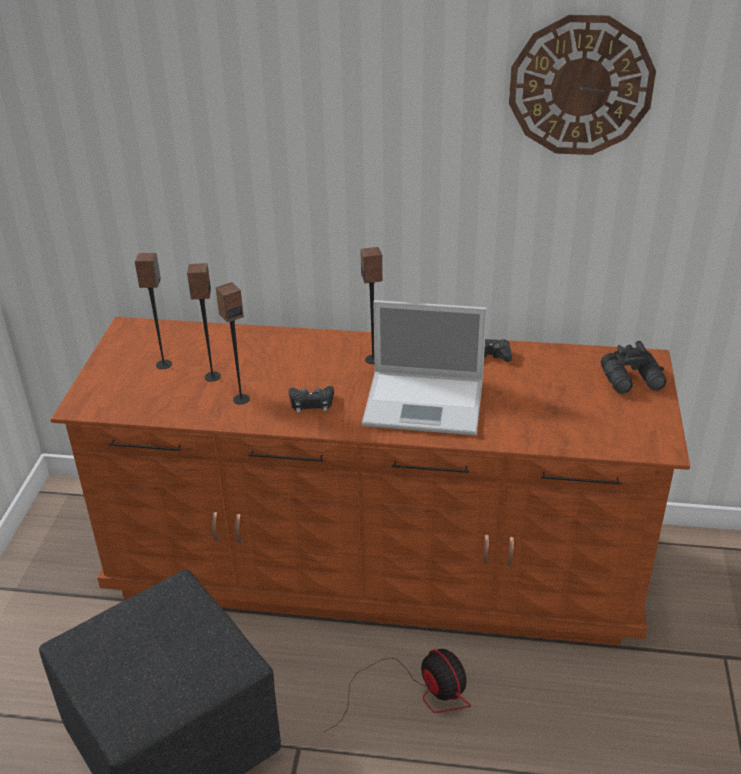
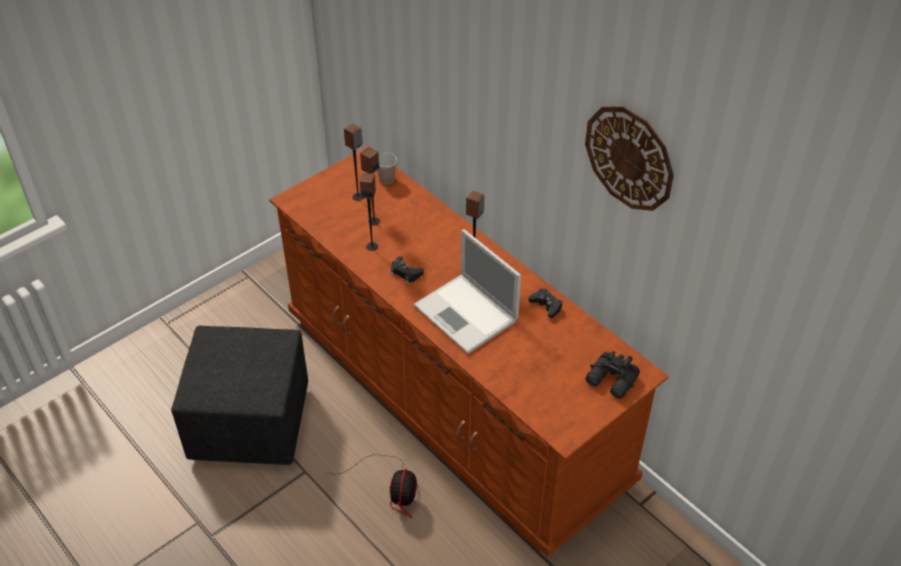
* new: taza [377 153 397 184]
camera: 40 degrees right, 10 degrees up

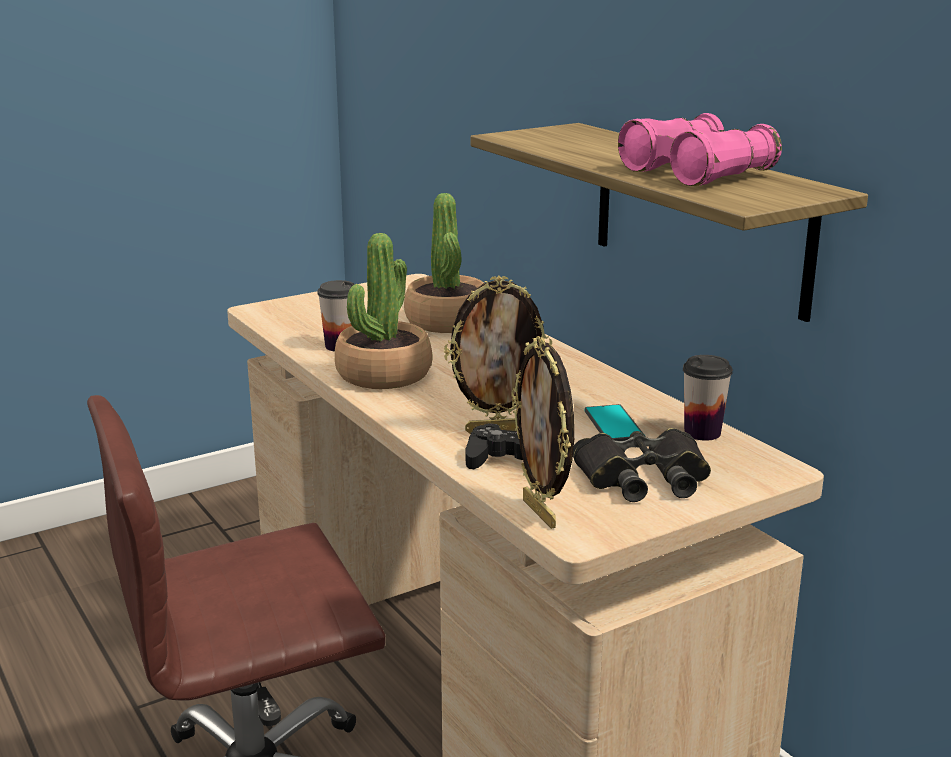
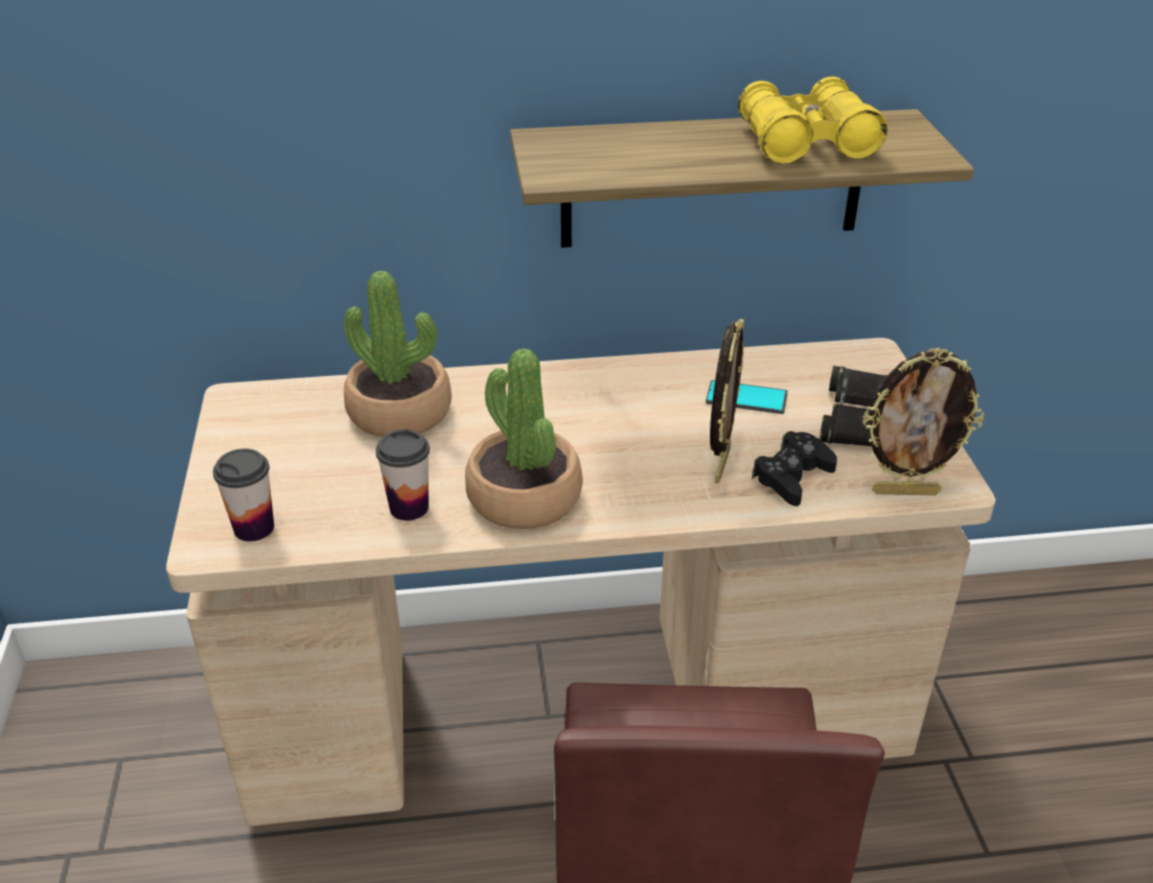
* repainted: prismáticos/rosa [618 113 782 186] to prismáticos/amarillo [738 77 888 164]
* shifted: taza [683 355 733 441] to [213 449 274 541]
camera: 65 degrees left, 15 degrees up

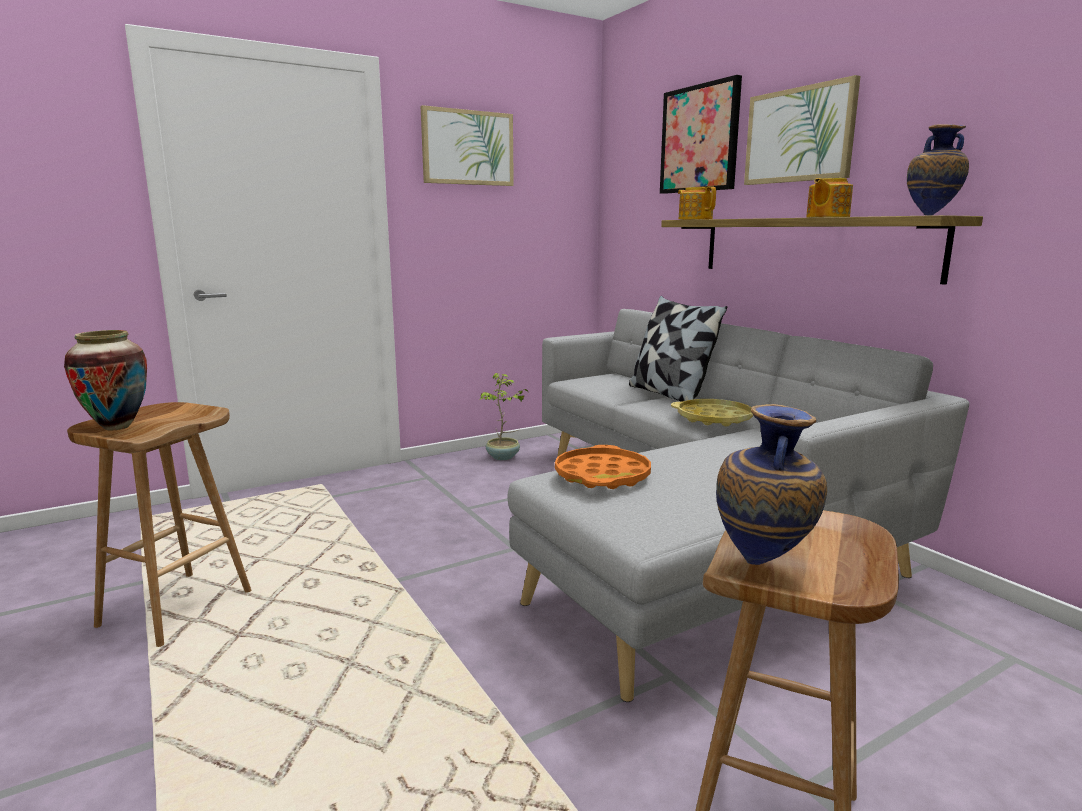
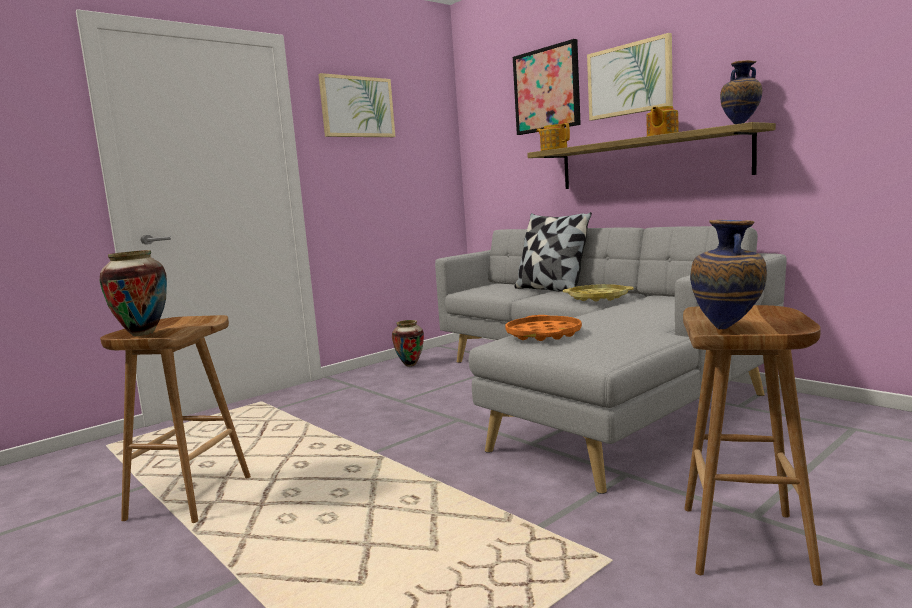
* swapped: planta en maceta [480 373 528 460] to florero [392 320 424 366]
camera: 10 degrees left, 5 degrees down

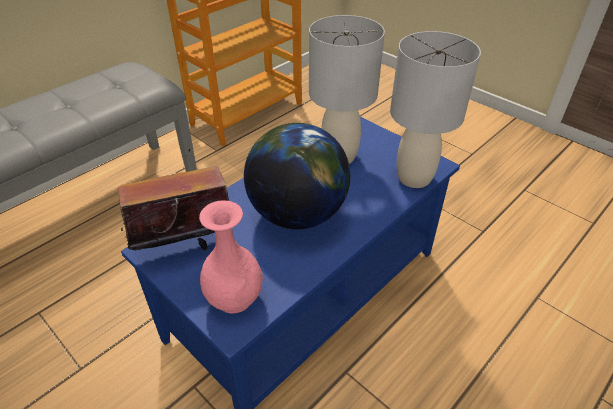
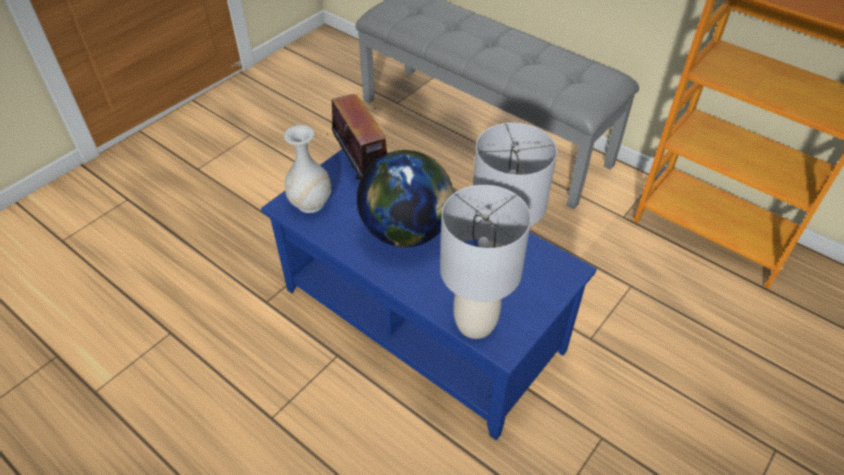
* repainted: florero/rosa [199 200 263 313] to florero/blanco [284 125 331 213]
camera: 85 degrees right, 5 degrees up

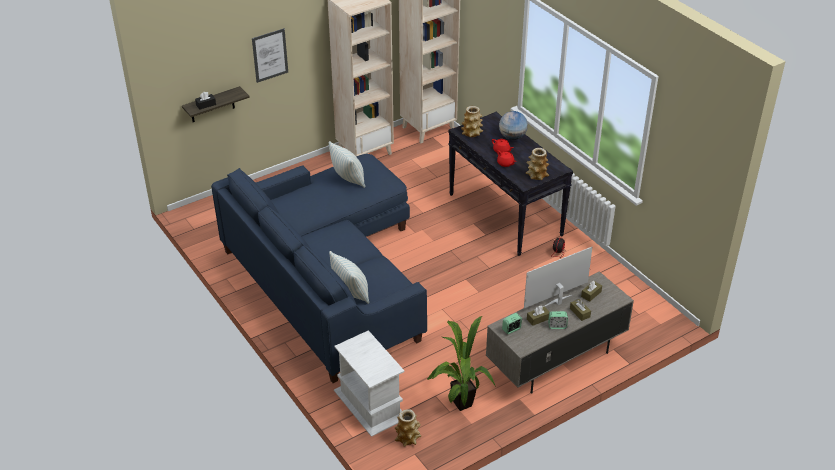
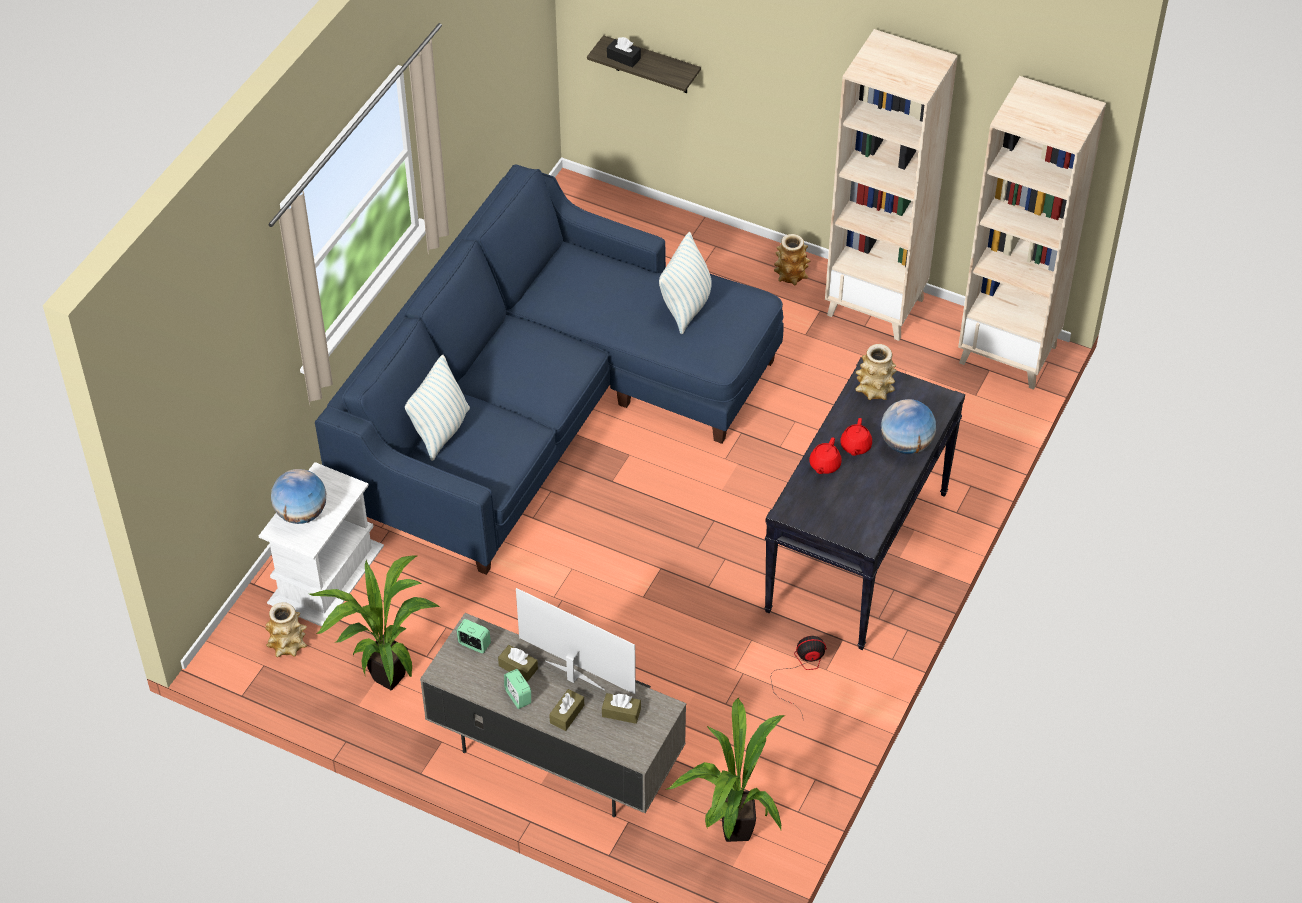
* gone: cuadro [252 28 288 83]
* shifted: florero [526 148 549 180] to [774 234 810 285]
* new: globo terráqueo [271 469 326 524]
* new: planta en maceta [665 698 785 842]
camera: 60 degrees right, 10 degrees up

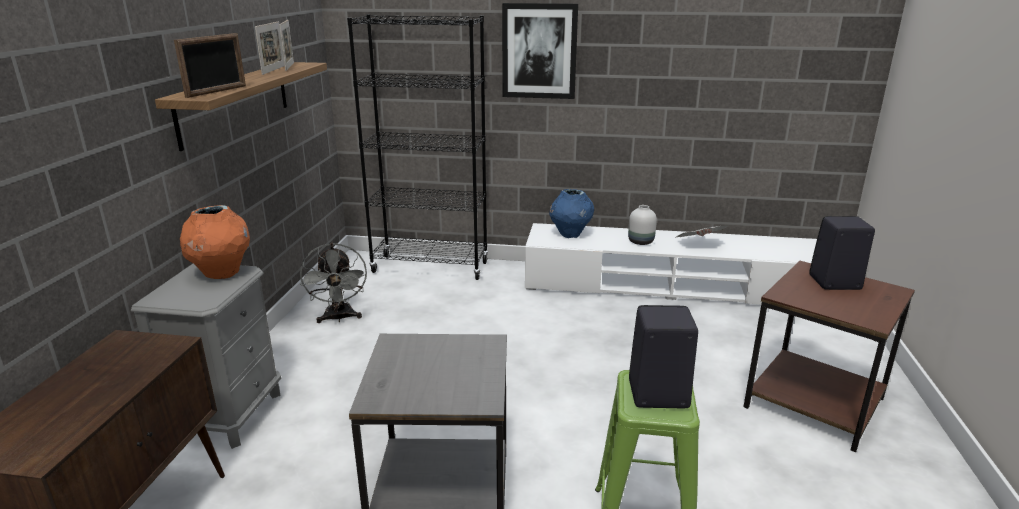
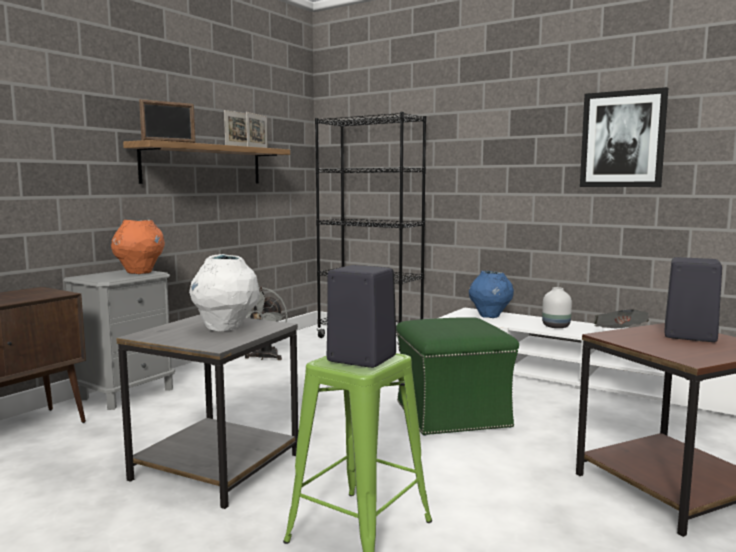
* shifted: cuadro [502 3 578 99] to [580 87 668 187]
* new: florero/blanco [189 254 260 332]
* new: puf/verde [396 317 519 436]
camera: 25 degrees right, 15 degrees down

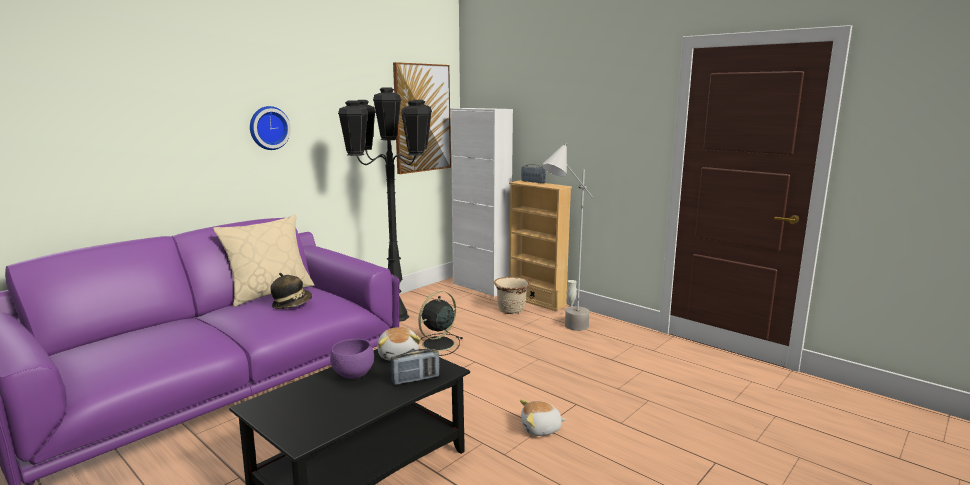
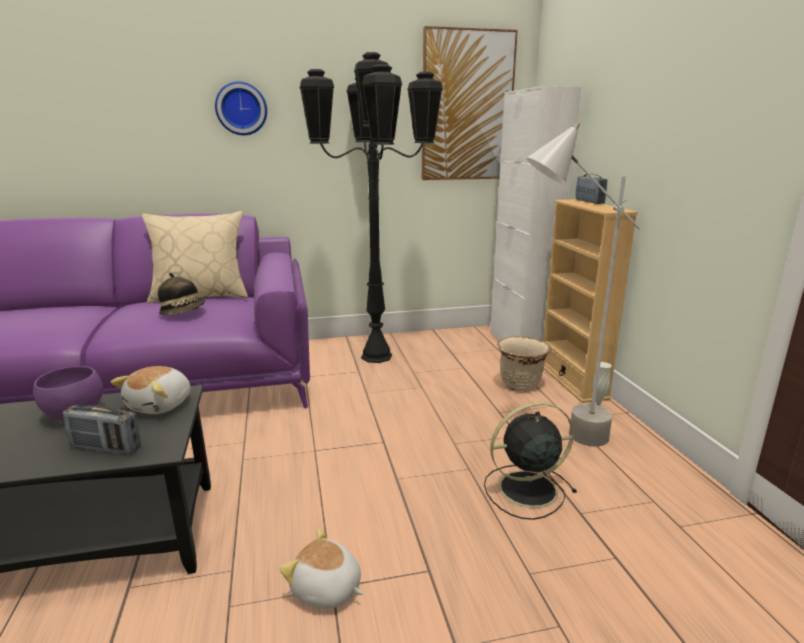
* shifted: ventilador/negro [418 291 463 356] to [484 402 576 520]
camera: 35 degrees right, 5 degrees up

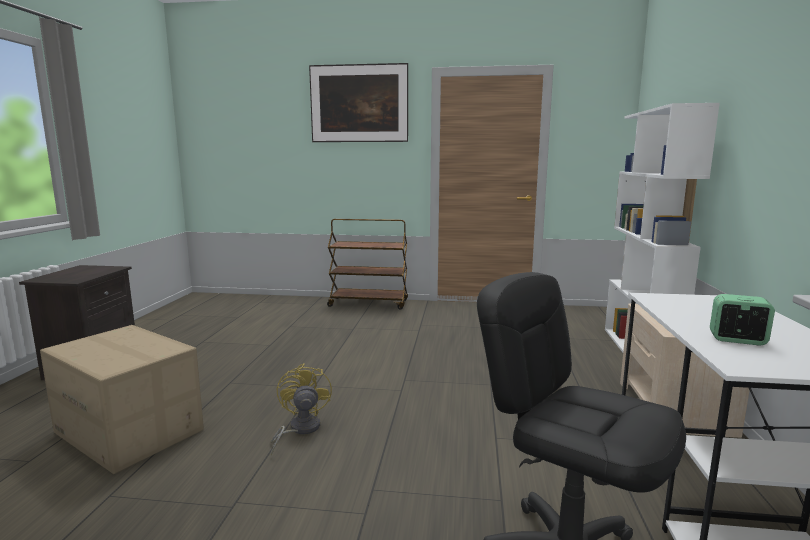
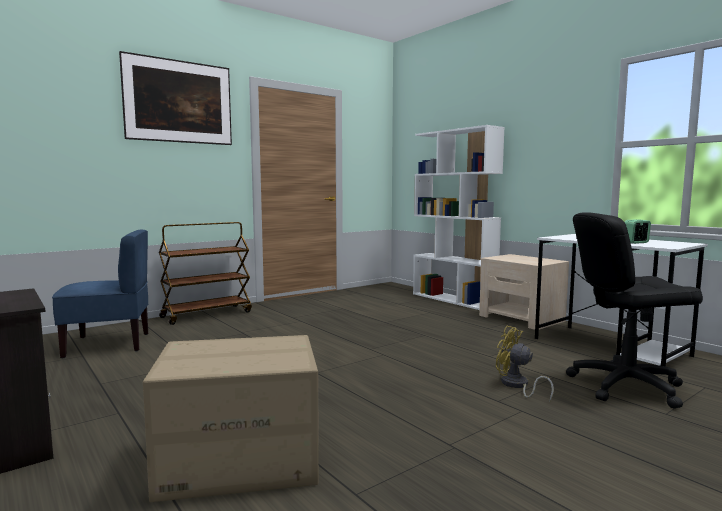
* shifted: ventilador/amarillo [271 363 332 456] to [496 326 554 403]
* new: silla/azul [52 230 148 359]
camera: 45 degrees left, 5 degrees down

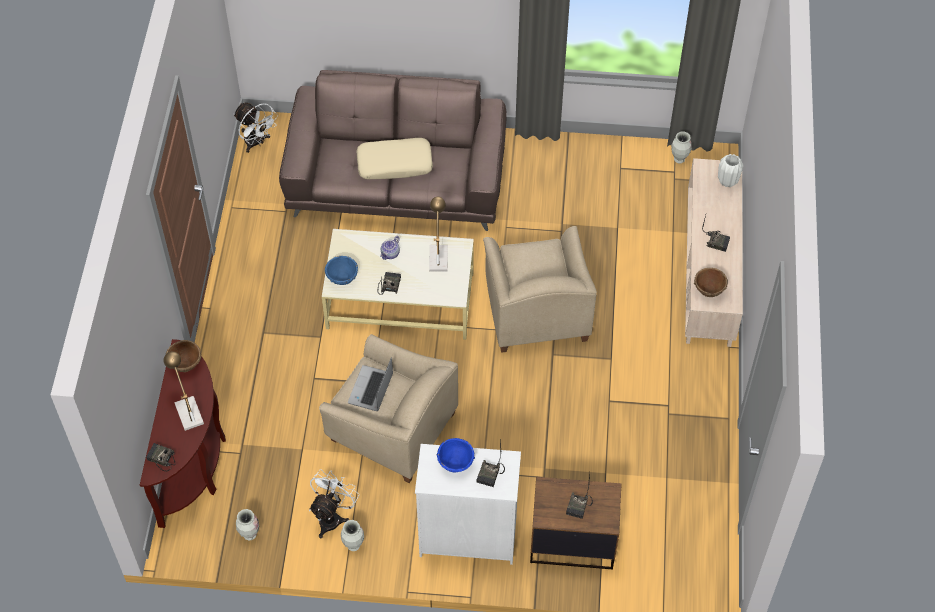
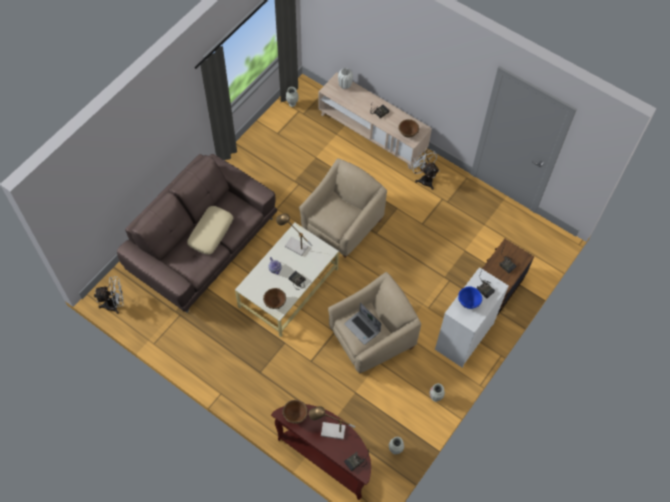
* rotated: sillón/beis [483 226 597 353] = [299 158 387 258] 75 degrees counterclockwise
* repainted: cuenco/azul [325 256 358 285] to cuenco/marrón [263 288 286 309]
* shifted: ventilador/blanco [309 469 359 538] to [410 149 440 190]
camera: 60 degrees left, 5 degrees up

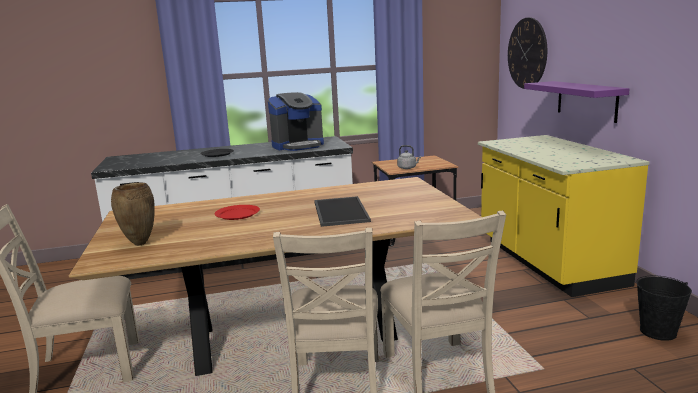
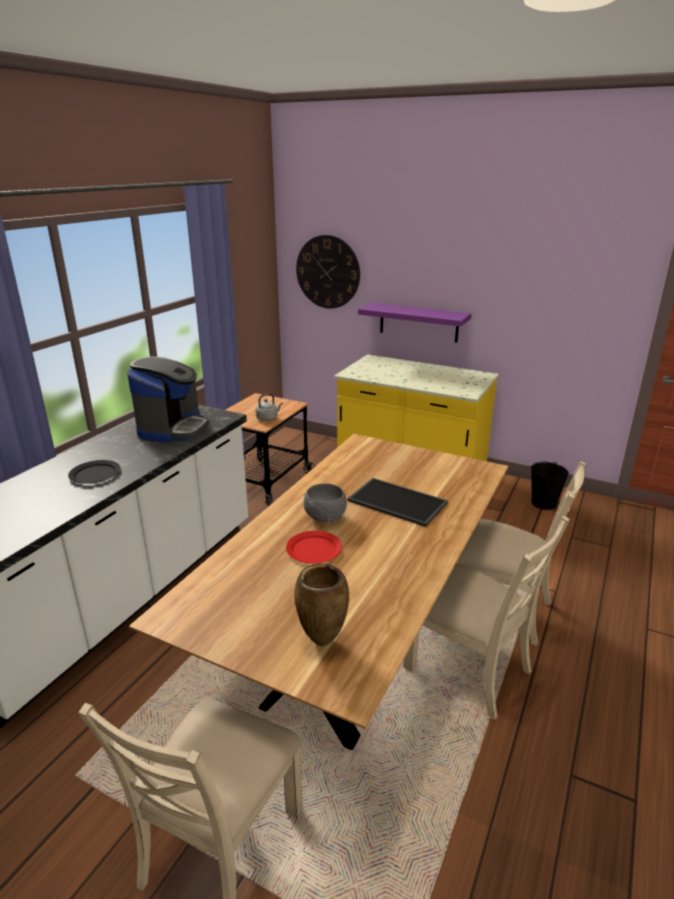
* new: cuenco/gris [304 484 347 522]
camera: 50 degrees left, 10 degrees up

